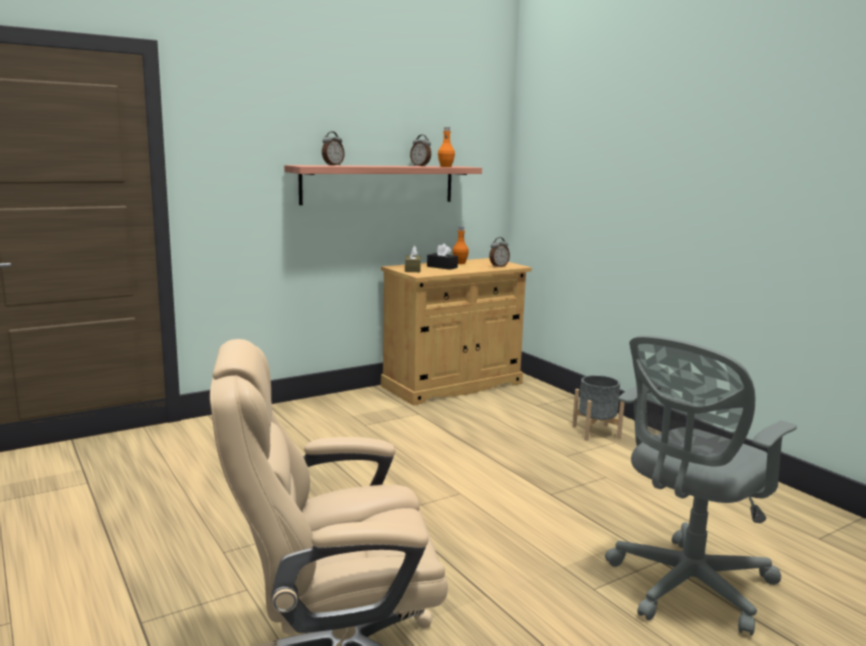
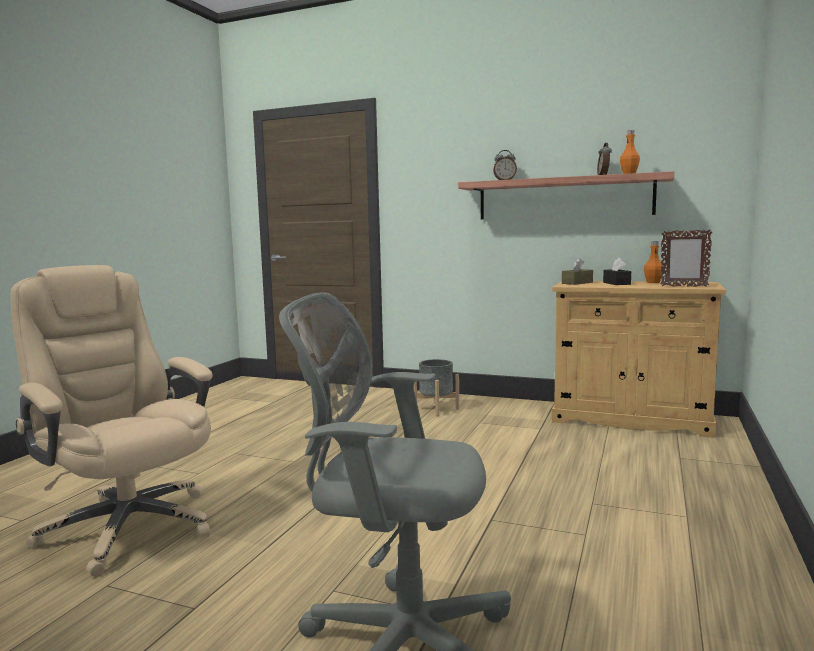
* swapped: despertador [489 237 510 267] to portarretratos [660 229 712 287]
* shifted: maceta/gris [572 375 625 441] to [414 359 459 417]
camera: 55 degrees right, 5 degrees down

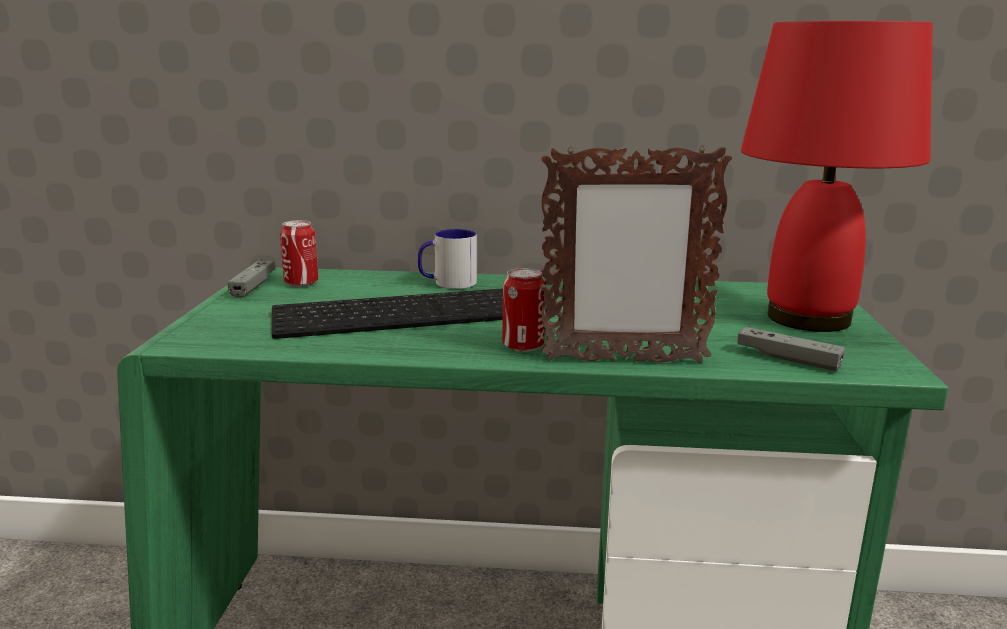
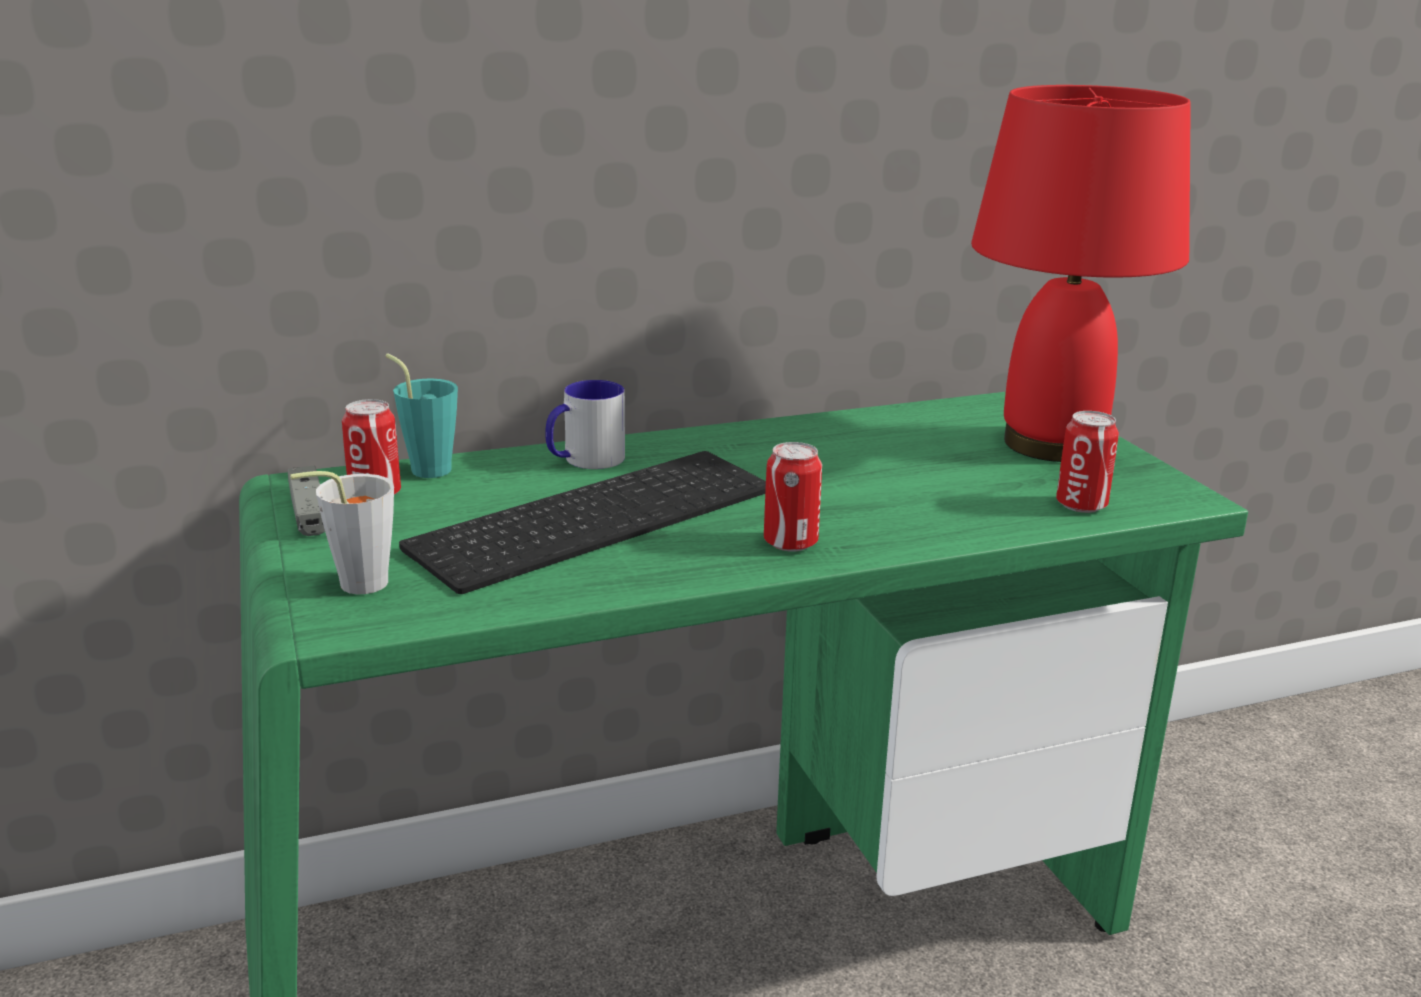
* gone: portarretratos [541 145 732 363]
* swapped: mando de consola/gris [737 327 845 371] to lata [1056 411 1119 513]
* new: taza/turquesa [386 353 458 478]
* new: taza/gris [290 471 394 594]
camera: 25 degrees left, 5 degrees up

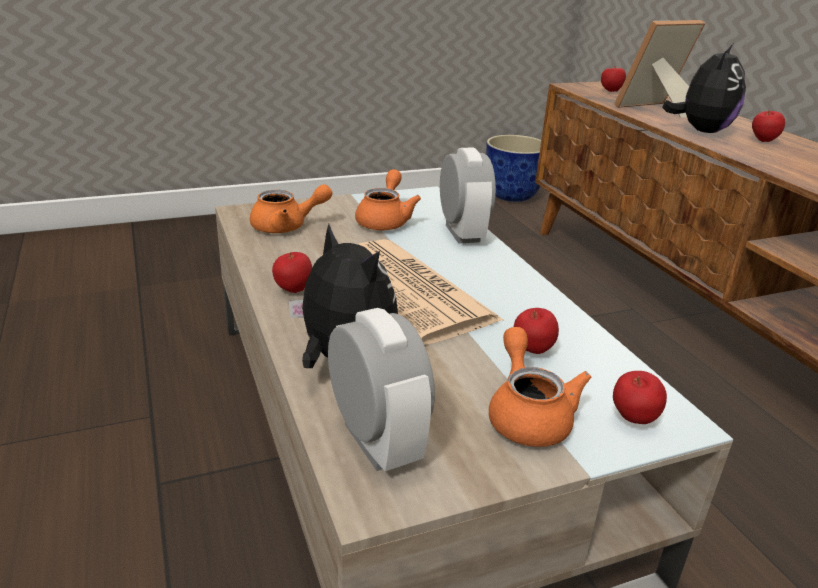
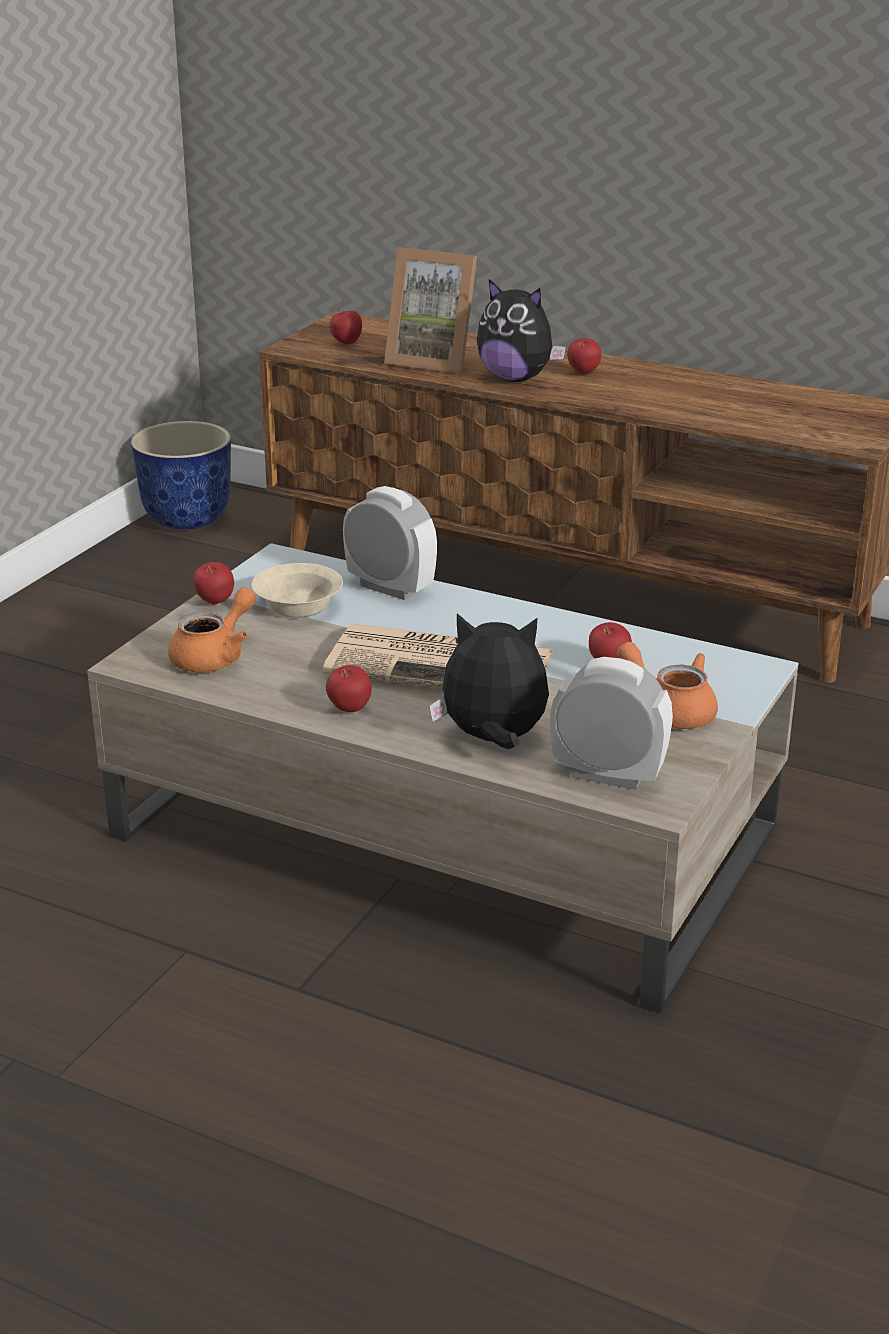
* rotated: portarretratos [614 20 705 117] = [384 247 477 374] 90 degrees counterclockwise
* rotated: peluche [662 44 746 133] = [477 279 566 382] 135 degrees clockwise
* swapped: tetera/naranja [355 169 421 230] to cuenco/beis [251 563 343 618]
* shifted: manzana [613 371 667 424] to [193 562 234 605]
camera: 40 degrees left, 0 degrees up

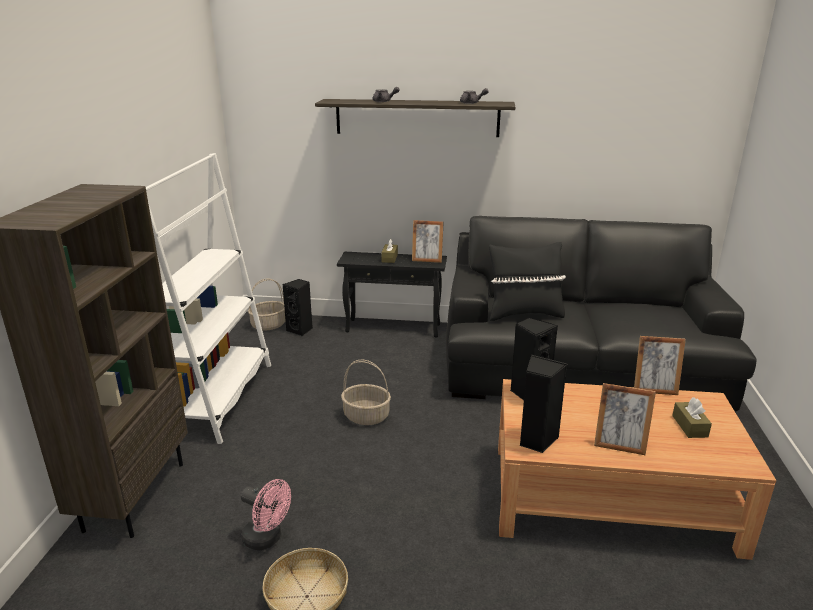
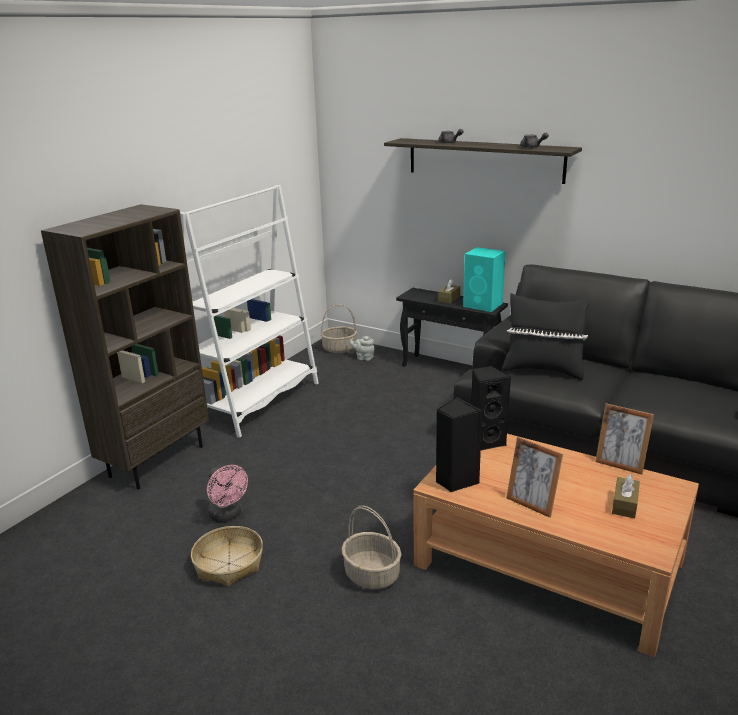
* swapped: portarretratos [412 220 443 263] to altavoz/turquesa [463 247 506 312]
* swapped: altavoz/negro [283 279 313 336] to tetera/gris [350 336 375 361]
* shifted: cesta [341 360 391 425] to [341 506 402 589]
camera: 25 degrees right, 0 degrees up

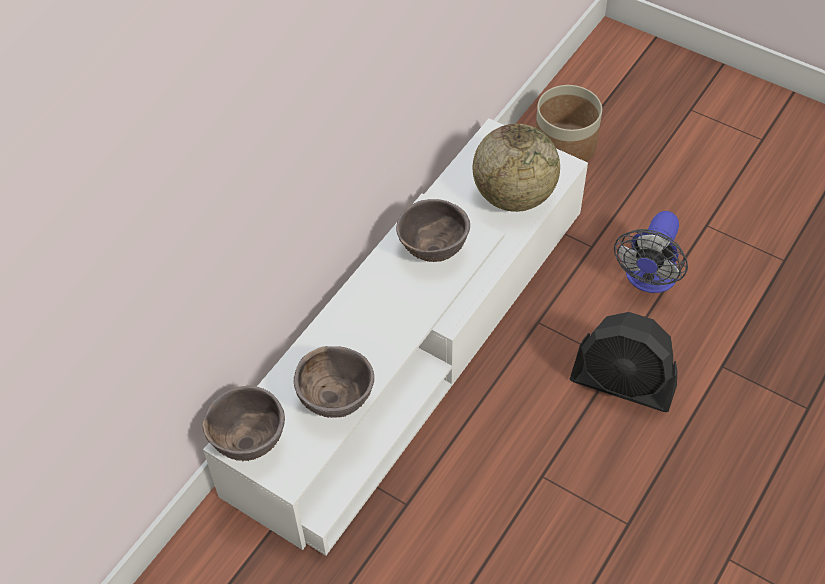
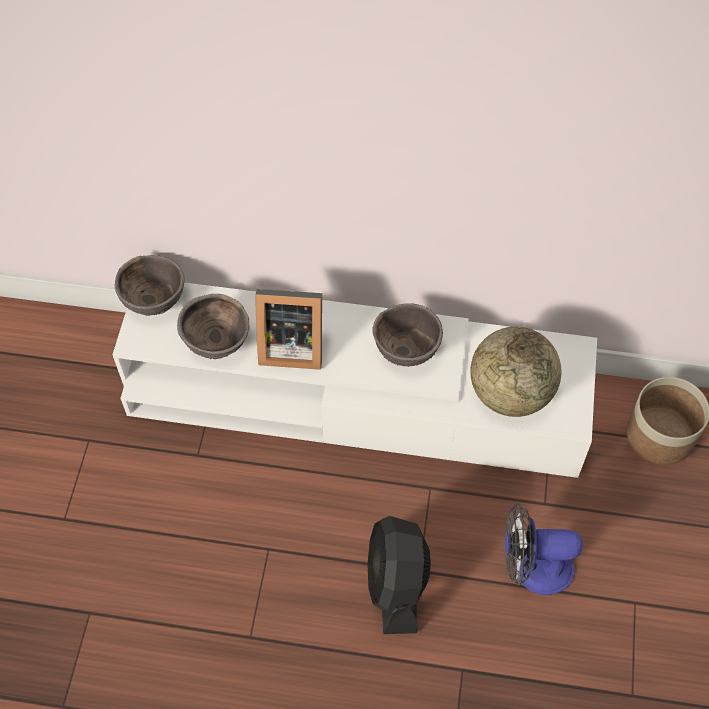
* new: portarretratos [256 289 322 370]
camera: 65 degrees right, 5 degrees up

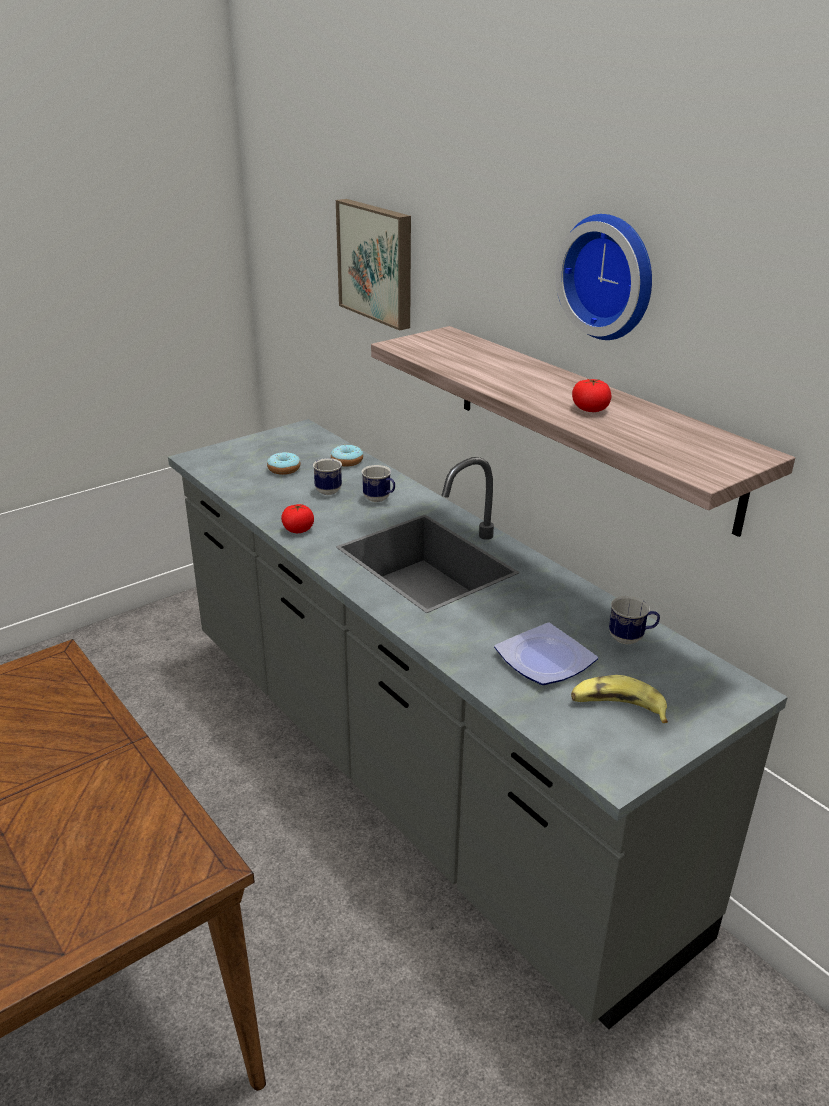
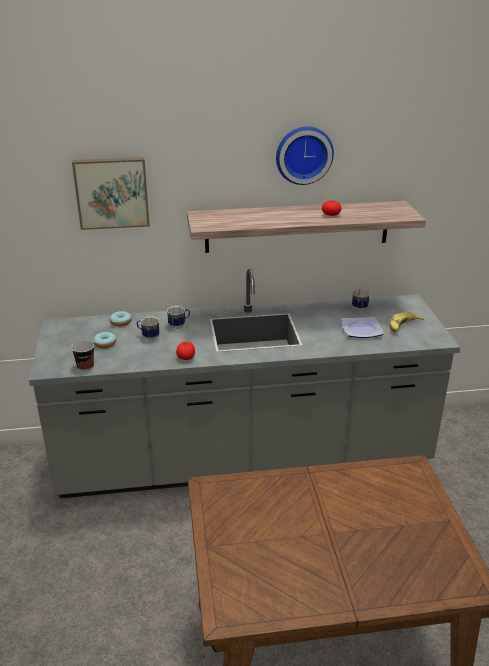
* new: taza [71 340 94 371]
camera: 60 degrees left, 0 degrees up

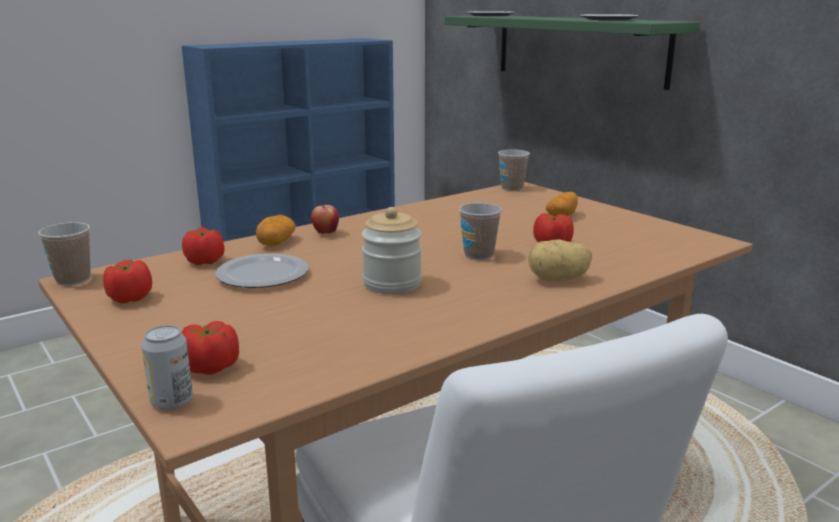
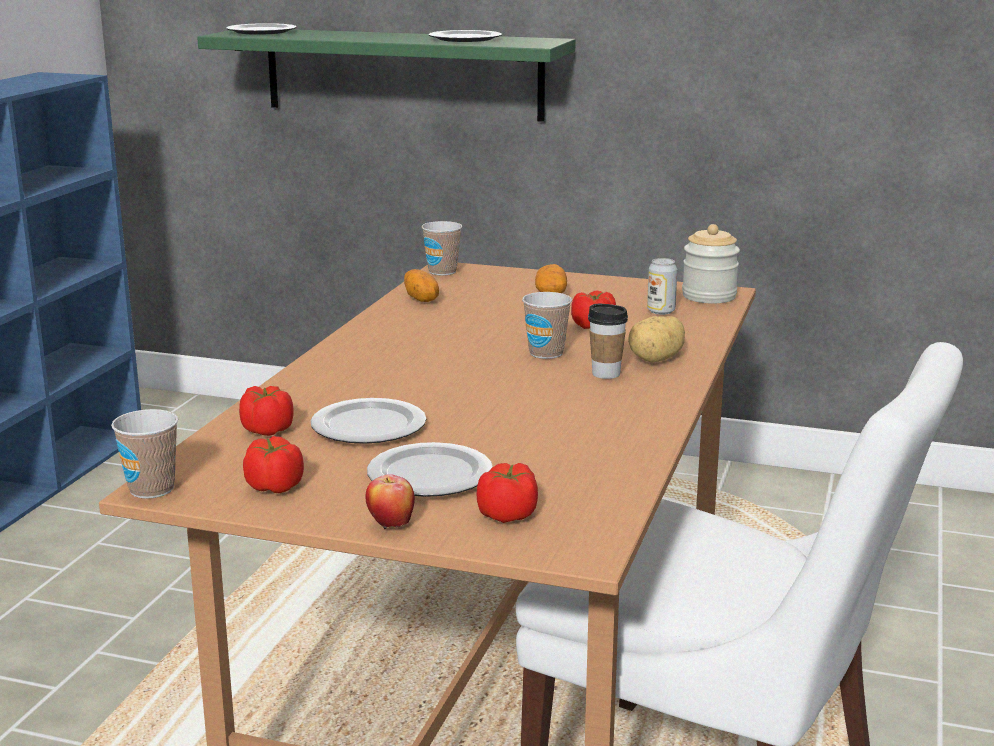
* shifted: manzana [311 205 339 234] to [365 474 415 529]
* shifted: tarro [361 207 422 294] to [682 224 740 304]
* shifted: patata [256 215 296 246] to [404 269 439 302]
* shifted: lata [141 325 193 410] to [647 258 677 315]
* new: taza [588 304 628 379]
* new: plato [367 442 493 497]
camera: 35 degrees left, 0 degrees up

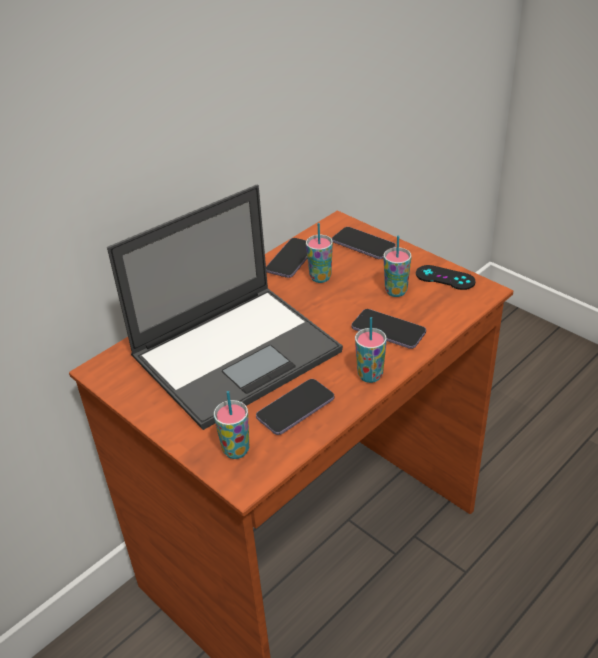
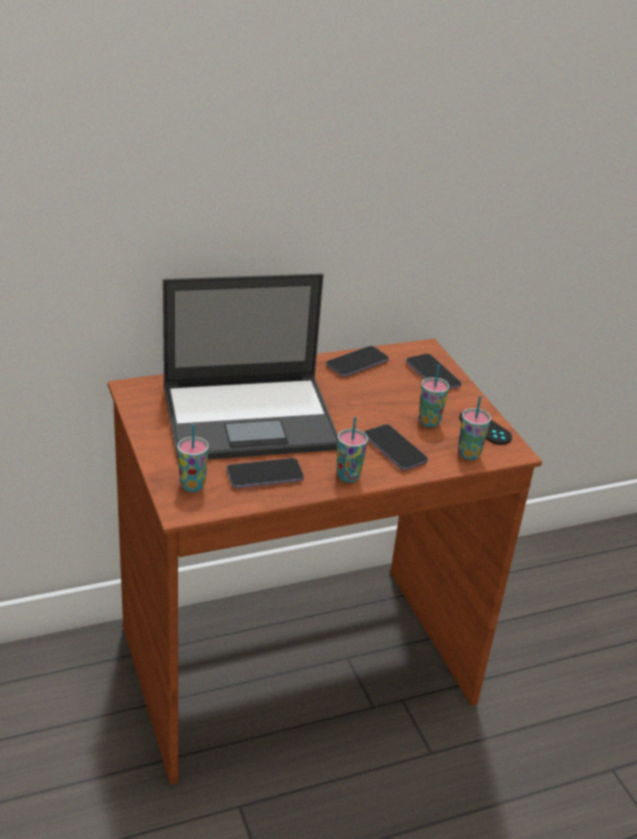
* shifted: taza [306 223 333 283] to [458 396 491 460]
camera: 20 degrees right, 5 degrees down

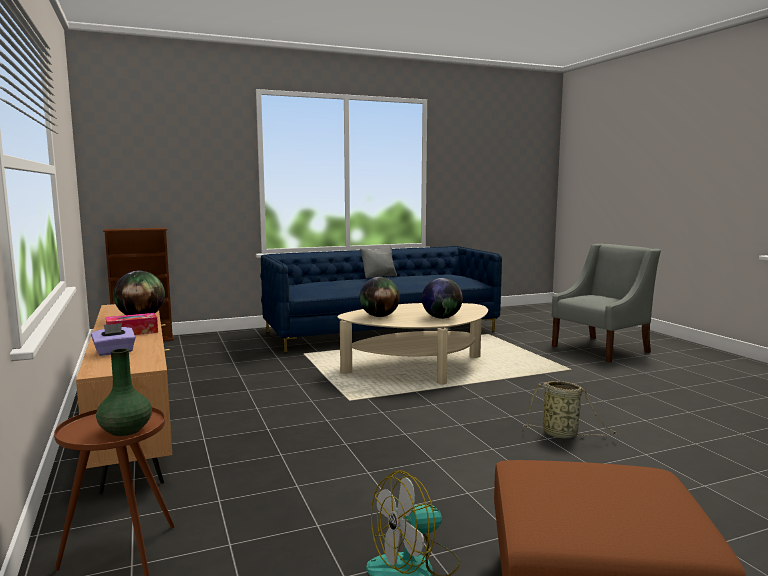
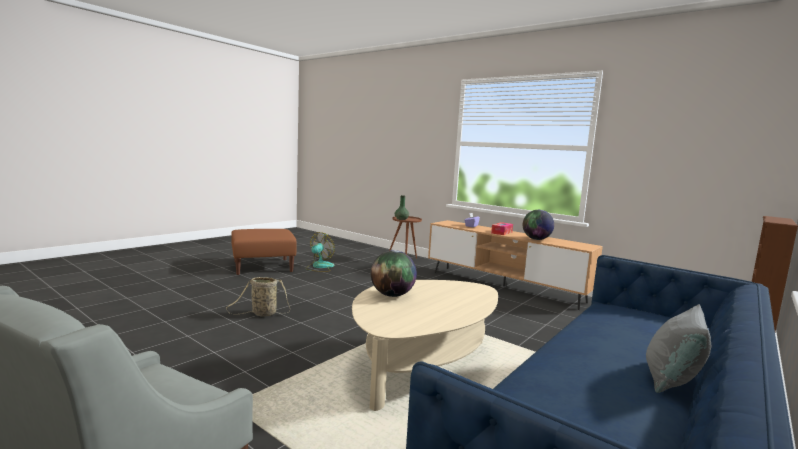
* gone: globo terráqueo [360 277 400 317]
camera: 150 degrees right, 0 degrees up

